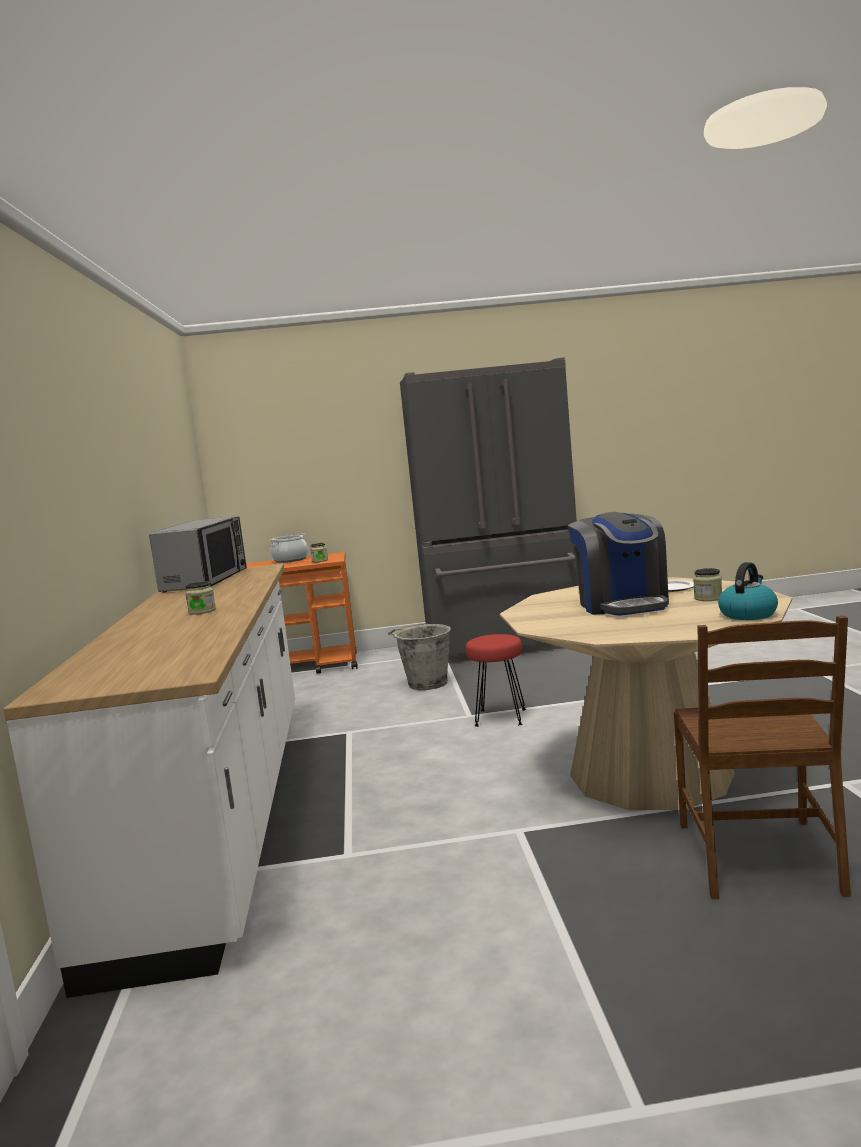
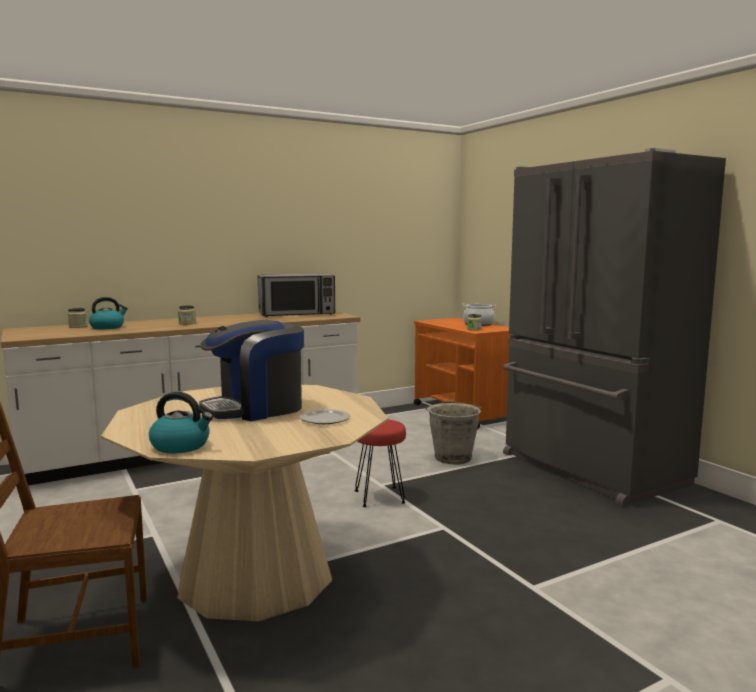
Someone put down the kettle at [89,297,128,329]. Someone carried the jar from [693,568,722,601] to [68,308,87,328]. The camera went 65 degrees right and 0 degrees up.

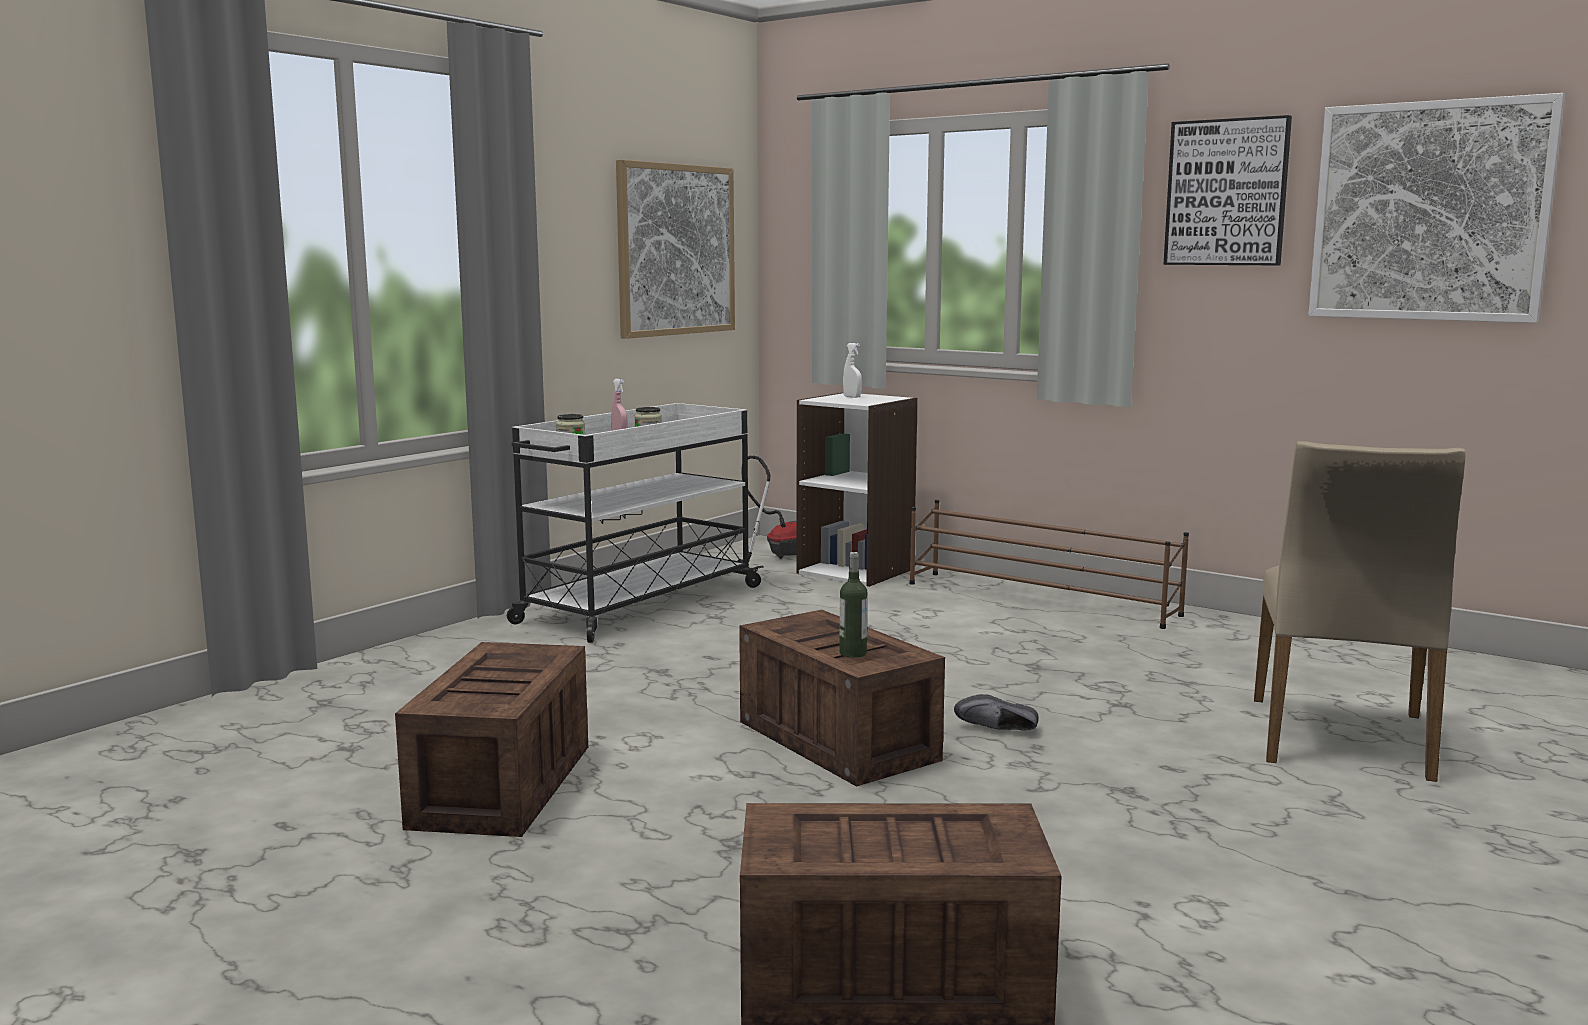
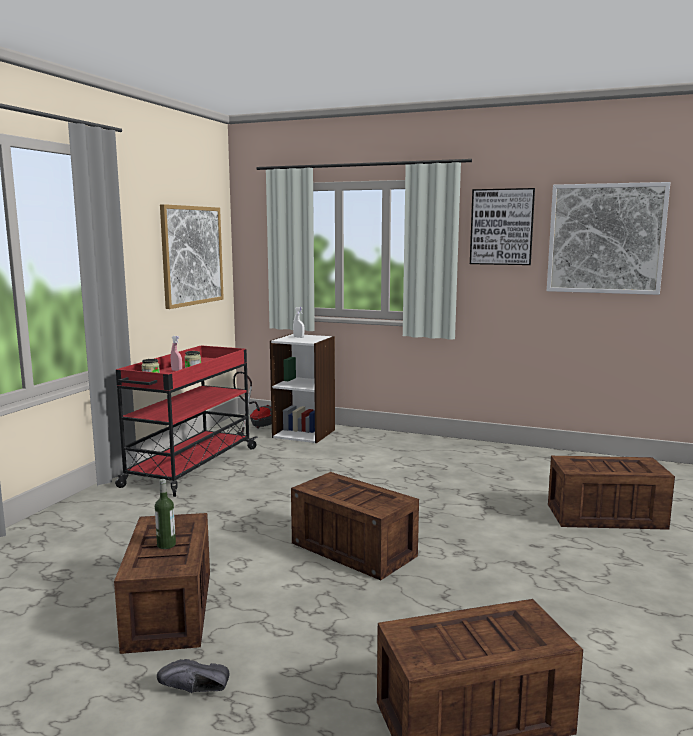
Someone took away the brown shoe rack at [910,500,1189,629]. Someone carried the bottle from [839,552,867,658] to [155,479,176,549]. Someone carried the black shoe from [954,694,1039,731] to [157,659,229,693]. Someone swapped the beige chair at [1254,441,1466,782] for the crate at [548,456,675,530]. Someone repainted the white cart at [507,403,764,643], which became the red cart at [115,345,258,497]. The camera went 15 degrees left and 0 degrees up.

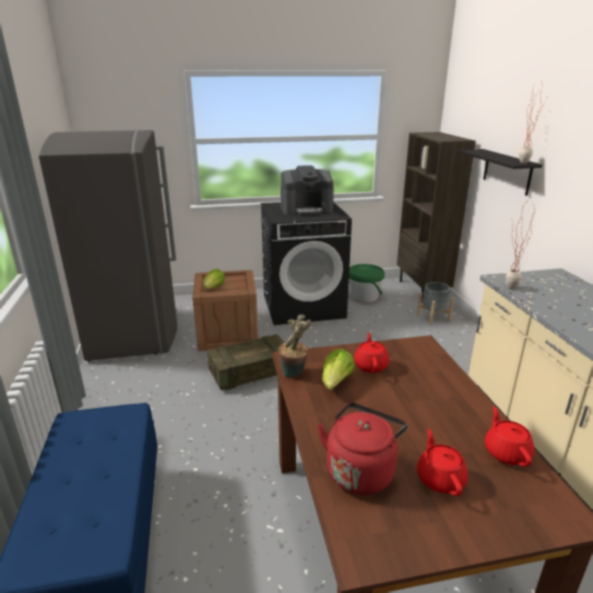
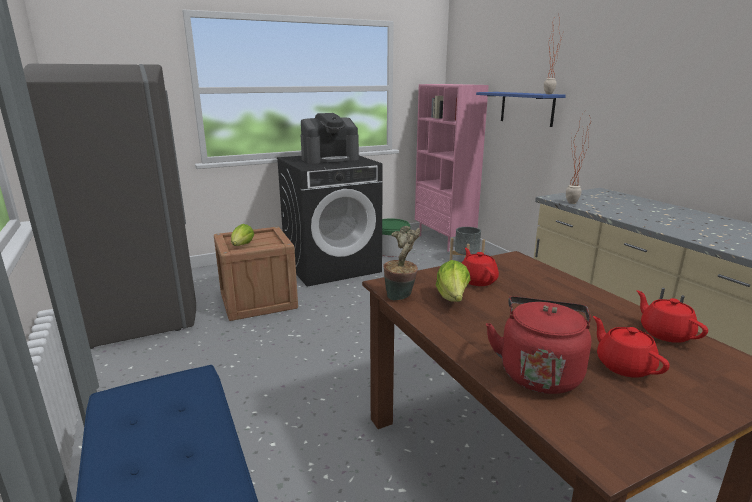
Someone took away the crate at [207,334,284,390]. Someone repainted the brown bookcase at [397,132,476,303], which became the pink bookcase at [415,84,489,252]. Someone repainted the black shelf at [458,149,542,196], which became the blue shelf at [476,92,566,127]. The camera went 15 degrees left and 5 degrees down.

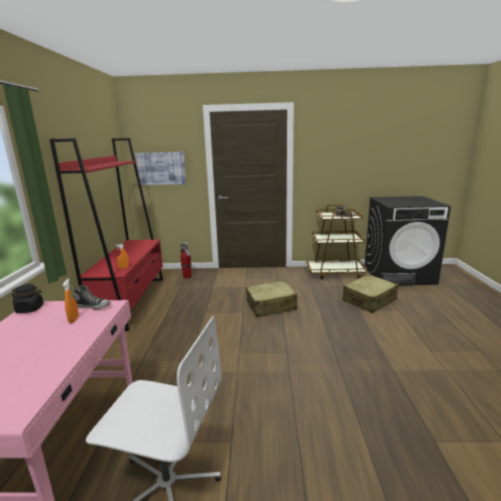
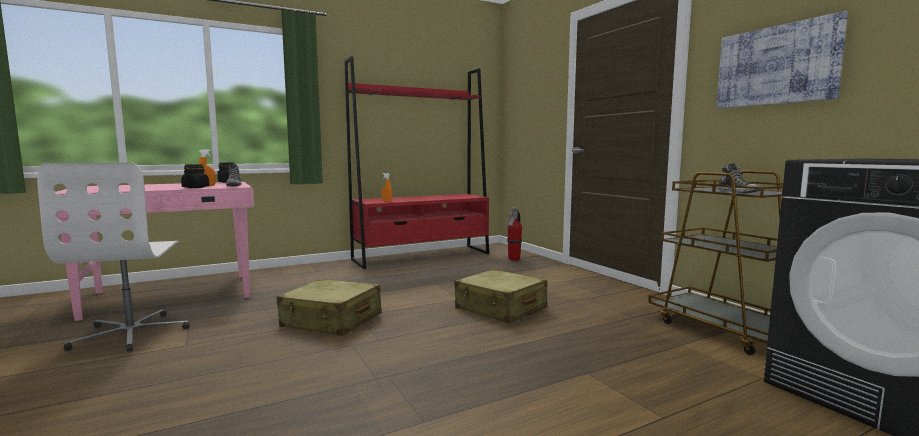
Someone put down the black jar at [181,164,209,188]. Someone carried the picture from [136,152,186,185] to [717,11,848,108]. Someone carried the beige suitcase from [343,274,398,313] to [277,279,382,336]. The camera went 60 degrees right and 10 degrees down.

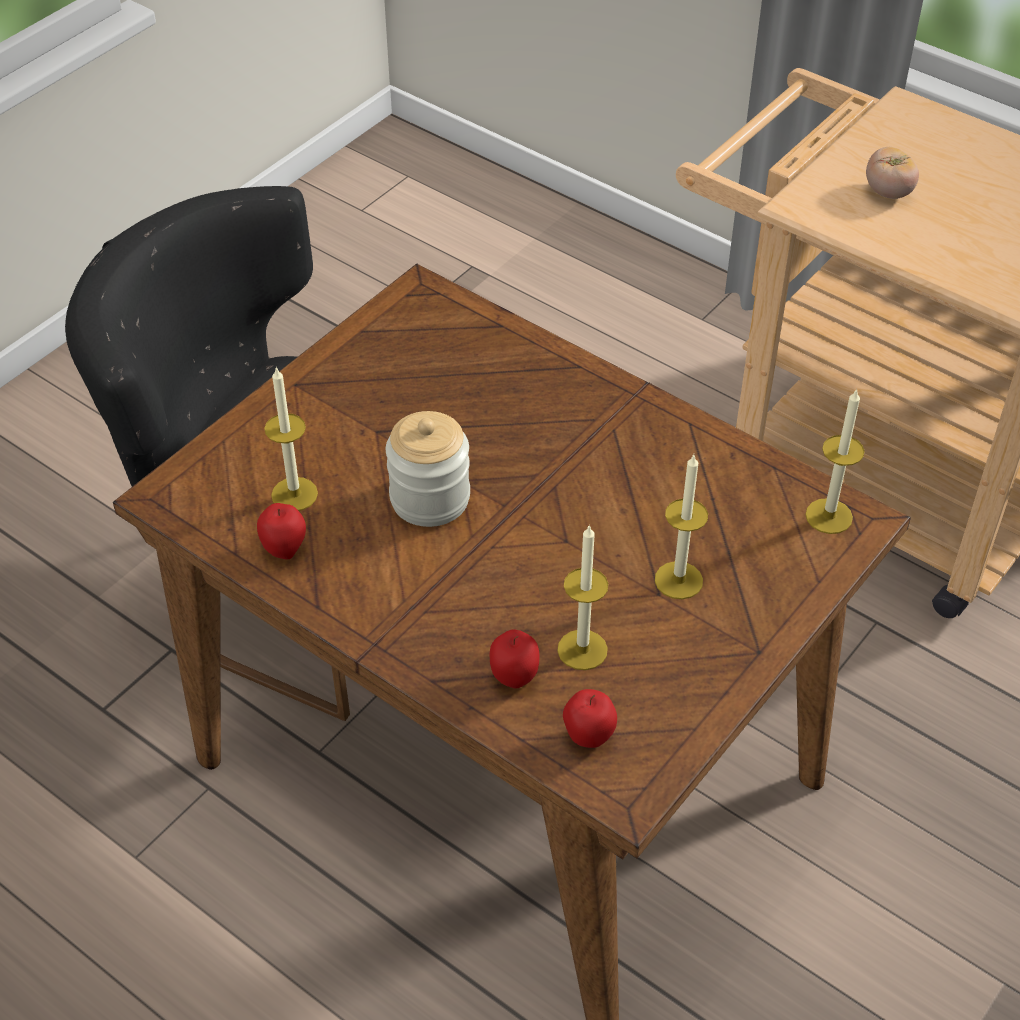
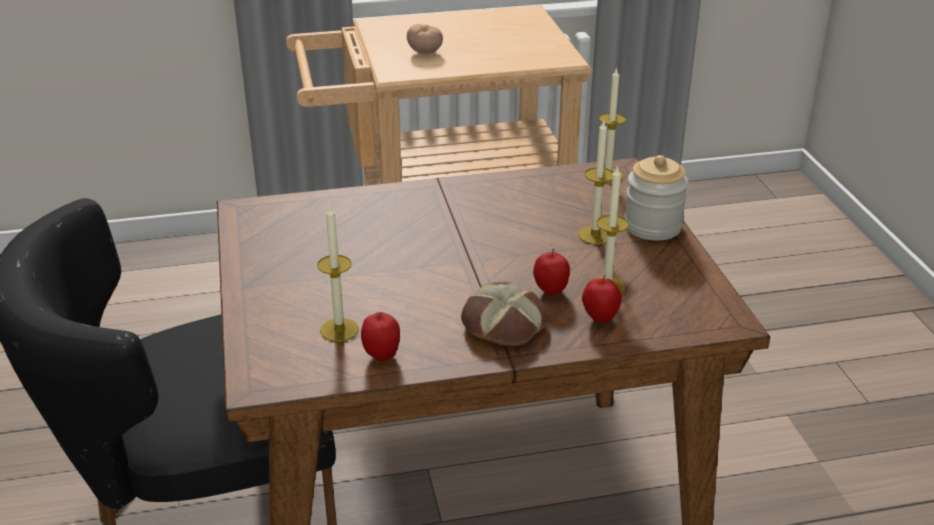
Someone put down the bread at [461,282,548,346]. Someone carried the jar from [386,411,470,527] to [624,155,688,241]. Someone carried the apple from [563,689,617,748] to [533,249,570,295]. The camera went 50 degrees left and 15 degrees down.

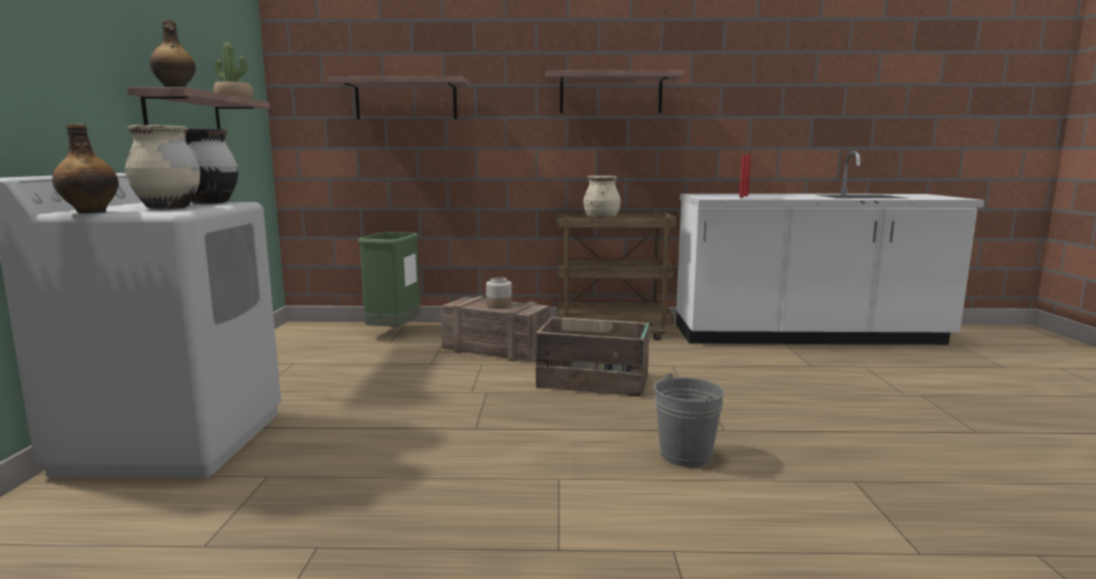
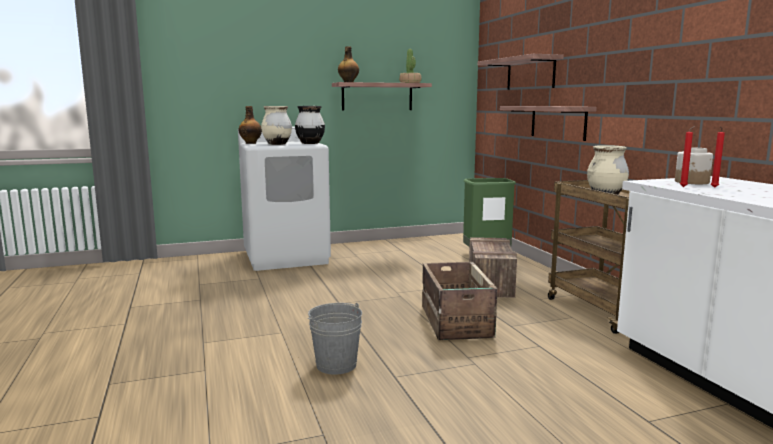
Someone carried the jar from [486,277,512,309] to [675,147,713,184]. Someone carried the shelf from [546,70,684,113] to [500,106,597,141]. The camera went 70 degrees right and 0 degrees up.

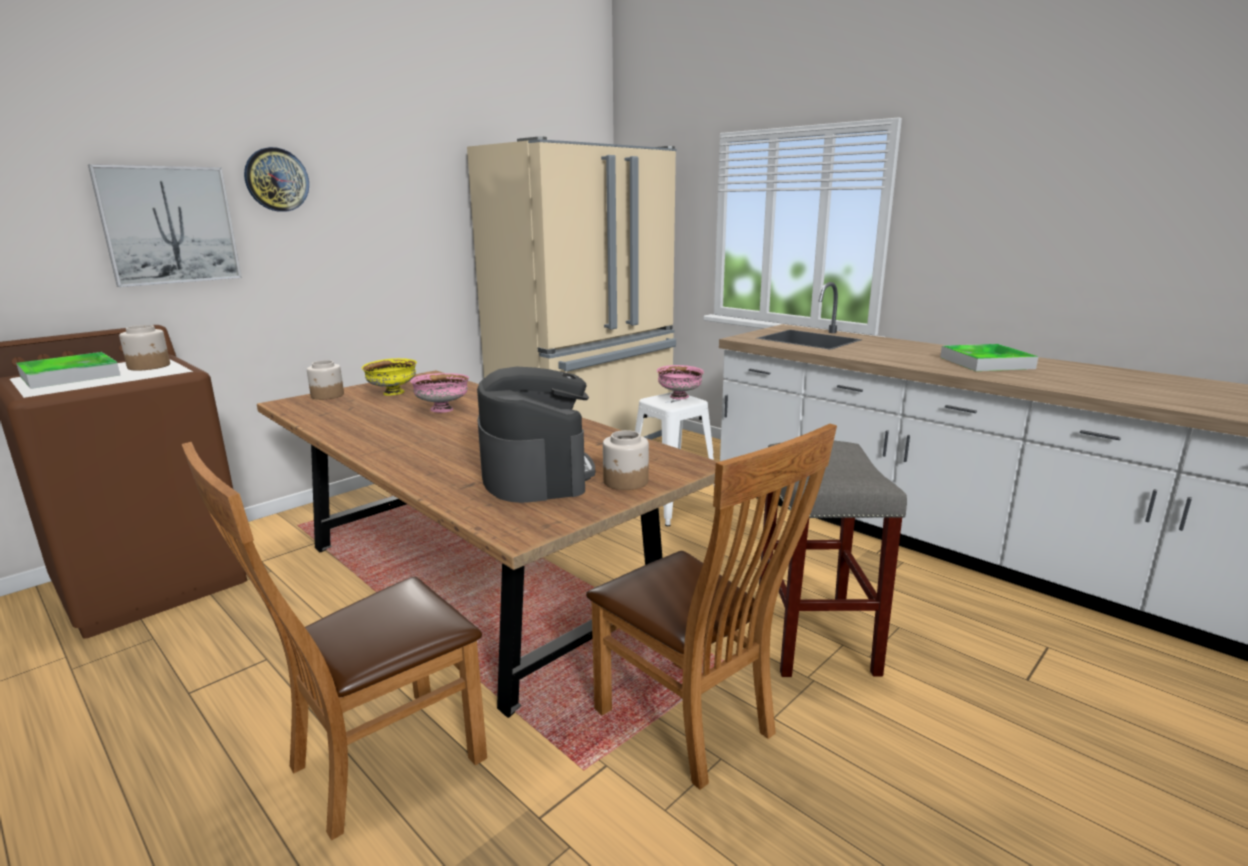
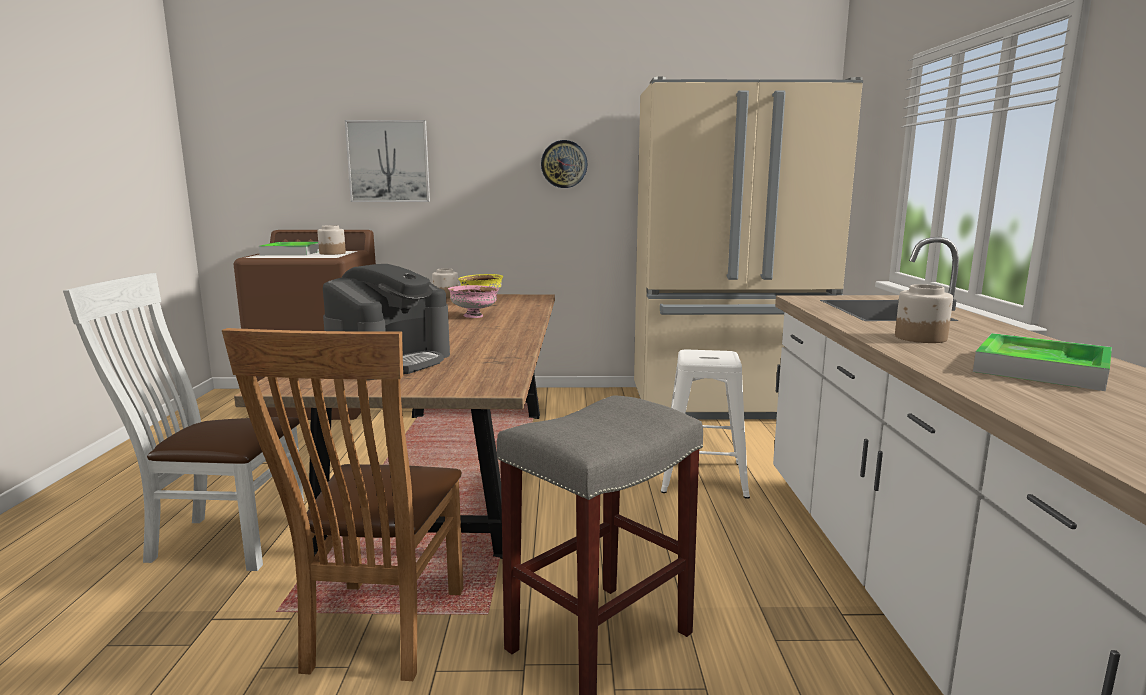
Someone took away the pink bowl at [657,365,704,399]. Someone carried the wall clock from [244,147,309,212] to [541,140,588,188]. Someone carried the jar from [603,430,649,490] to [895,284,953,343]. Someone repainted the brown chair at [182,442,487,841], which became the white chair at [63,273,304,571]. The camera went 45 degrees right and 5 degrees down.

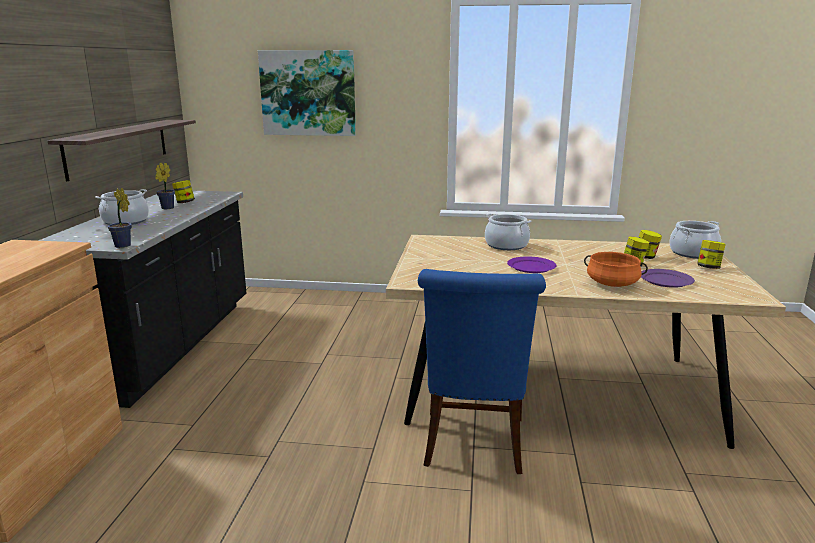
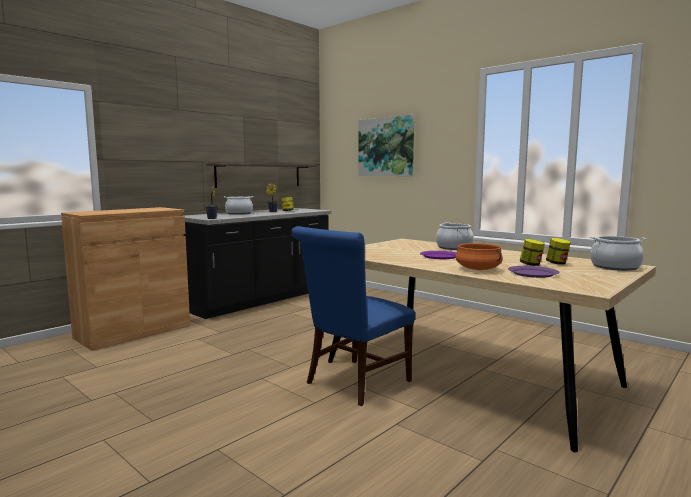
Someone took away the jar at [697,240,726,269]. The camera went 35 degrees right and 10 degrees down.

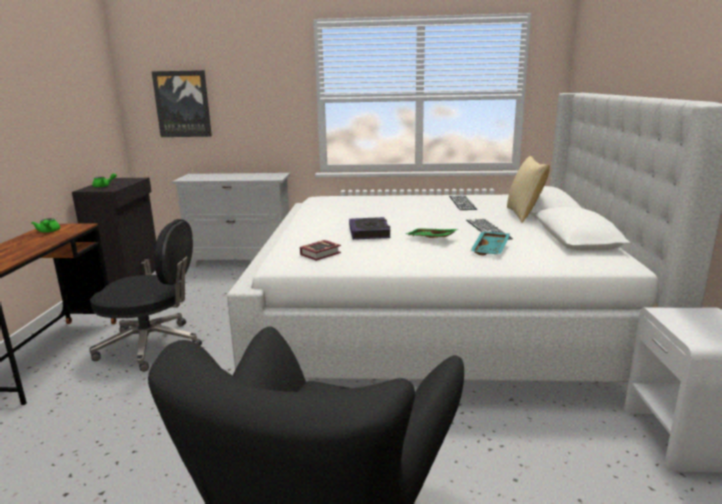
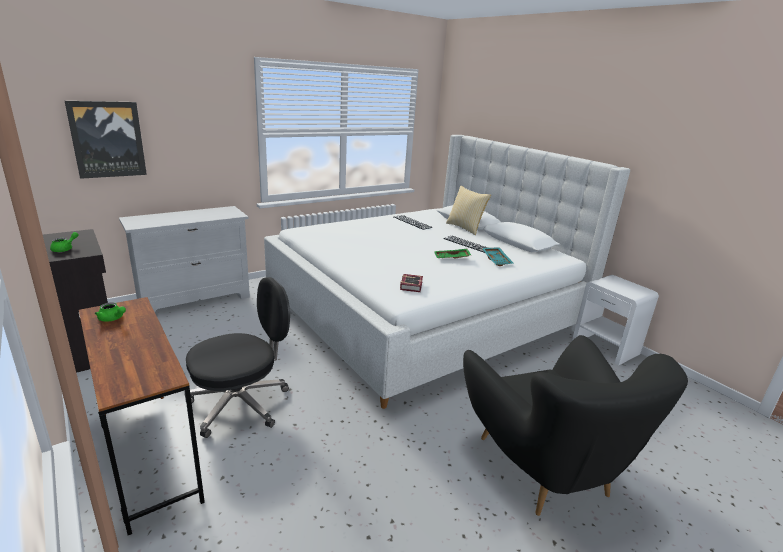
Someone took away the book at [349,217,391,240]. The camera went 40 degrees left and 5 degrees up.

